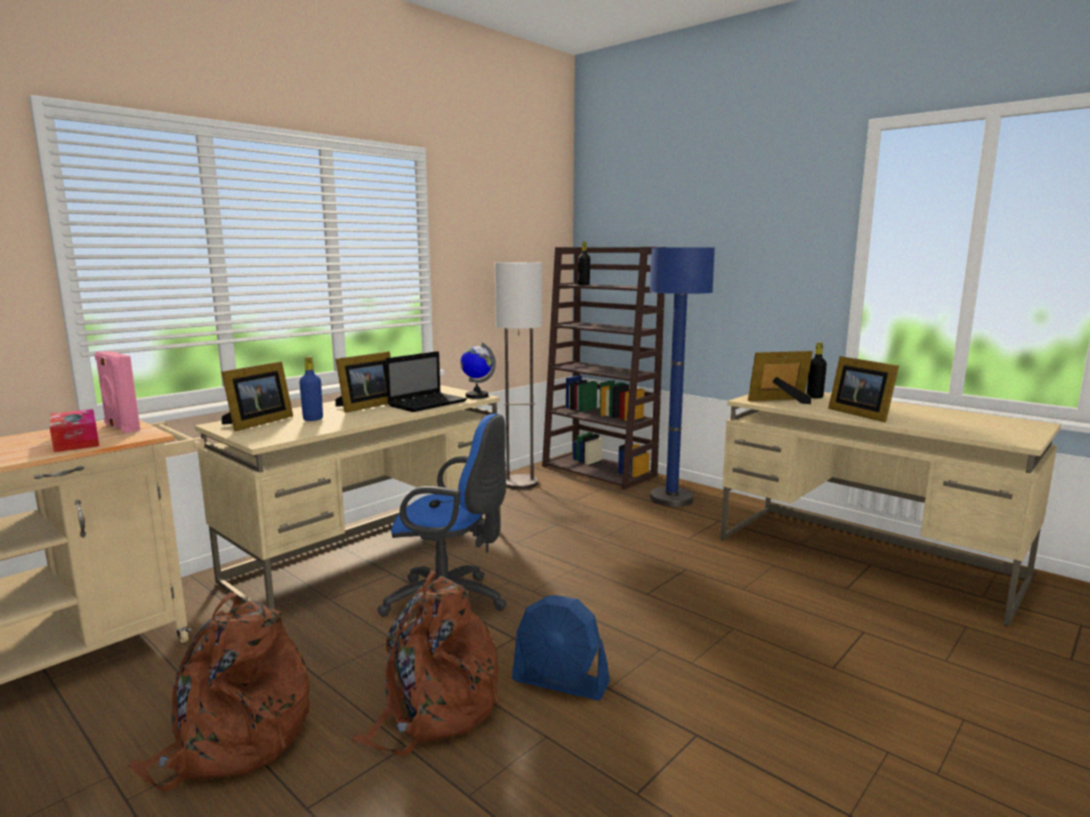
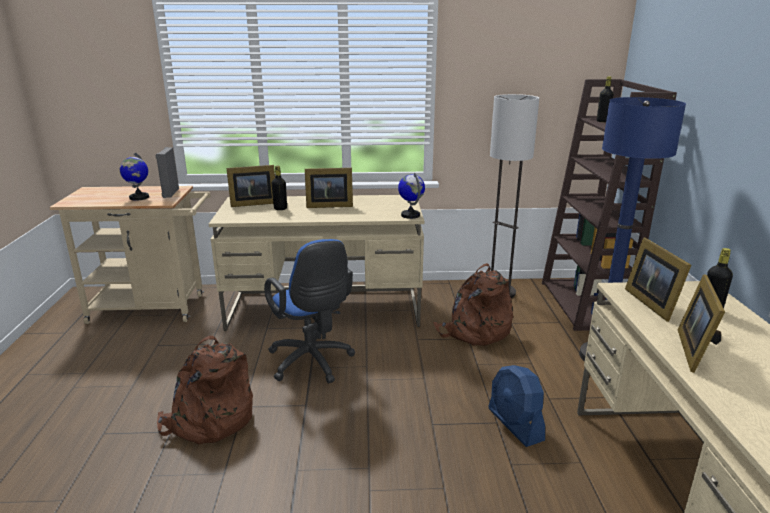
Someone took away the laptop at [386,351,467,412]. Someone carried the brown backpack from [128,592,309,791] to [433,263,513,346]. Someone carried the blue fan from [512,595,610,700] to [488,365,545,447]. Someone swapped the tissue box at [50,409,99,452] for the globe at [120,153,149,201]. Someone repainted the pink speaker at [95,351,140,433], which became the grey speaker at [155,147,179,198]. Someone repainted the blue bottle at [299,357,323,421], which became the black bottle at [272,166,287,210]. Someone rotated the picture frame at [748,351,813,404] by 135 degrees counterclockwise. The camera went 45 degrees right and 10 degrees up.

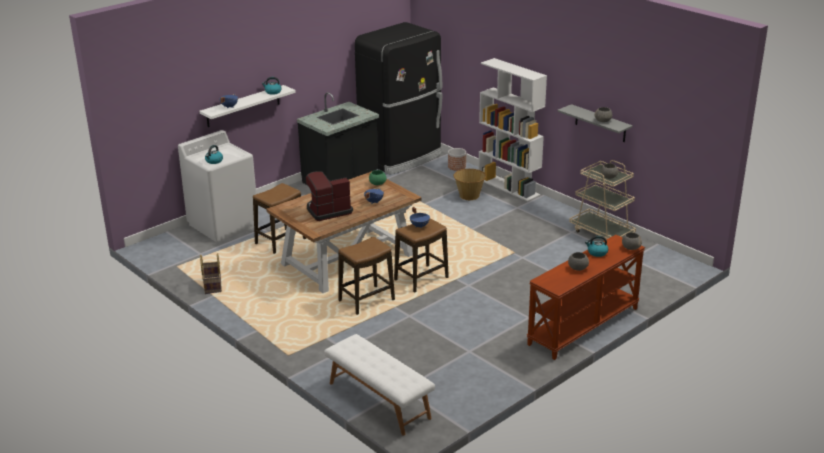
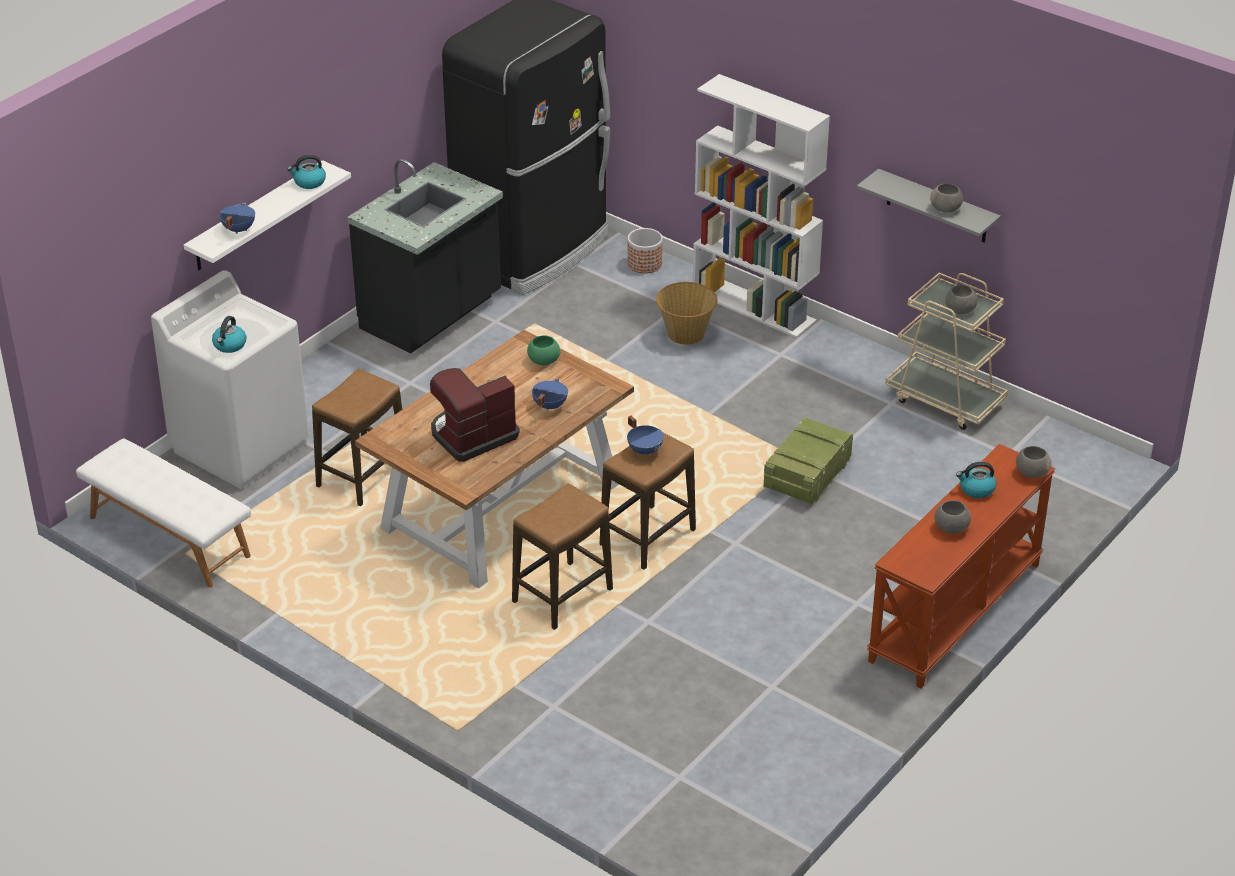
Someone took away the basket at [200,253,222,294]. Someone put down the crate at [764,417,853,504]. Someone carried the white bench from [324,334,435,436] to [76,438,251,587]. The camera went 10 degrees left and 10 degrees up.

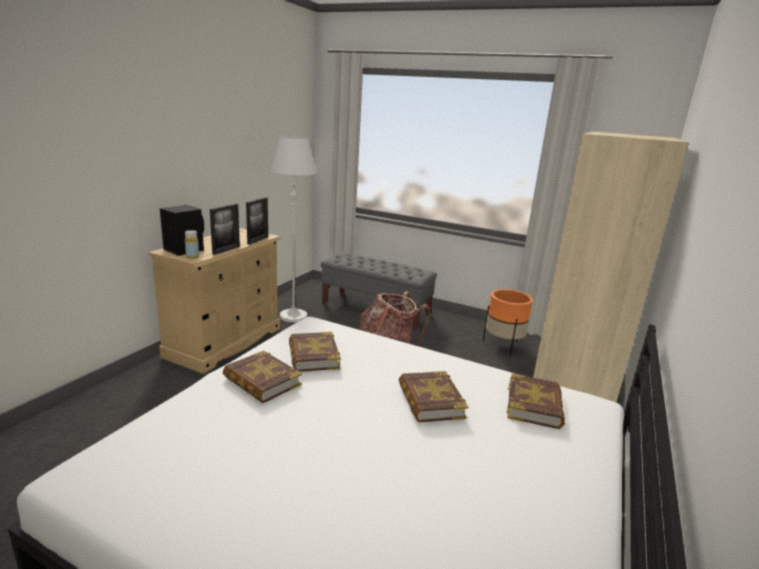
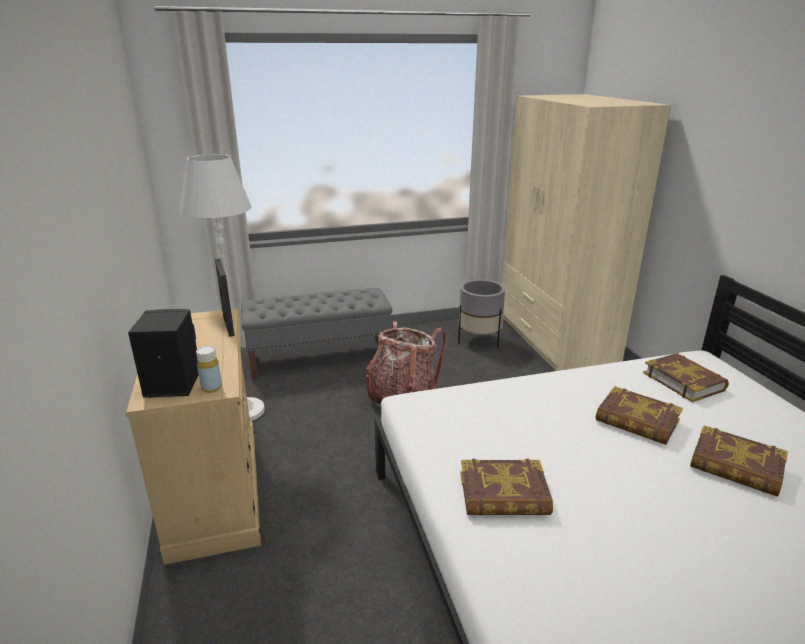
Someone took away the picture frame at [210,204,240,255]. Someone carried the book from [289,332,341,372] to [690,425,788,497]. Someone repainted the orange planter at [483,289,533,356], which became the grey planter at [458,279,505,349]. The camera went 40 degrees left and 5 degrees up.

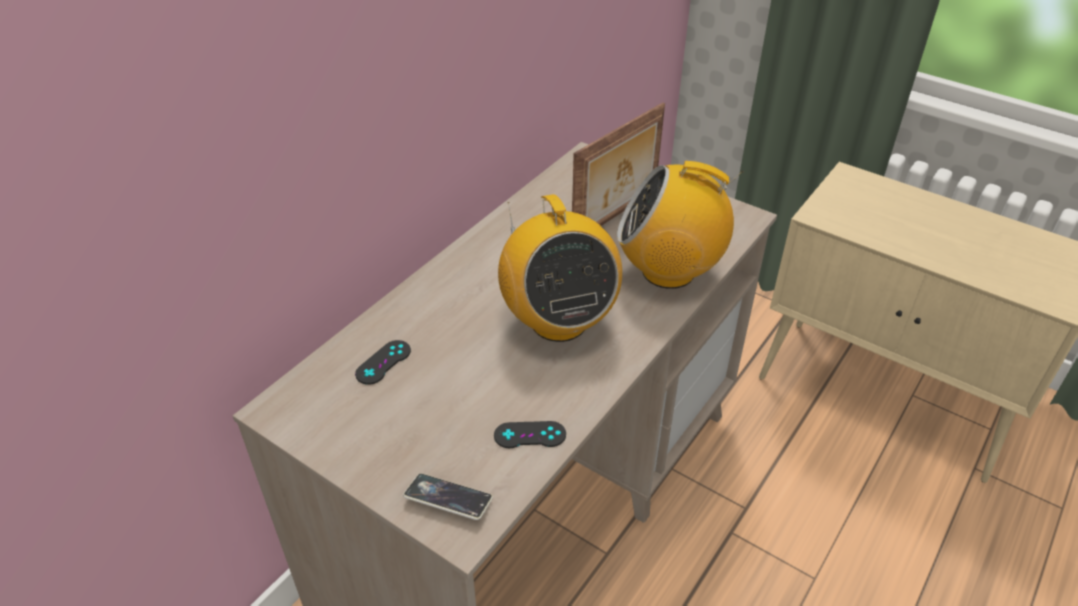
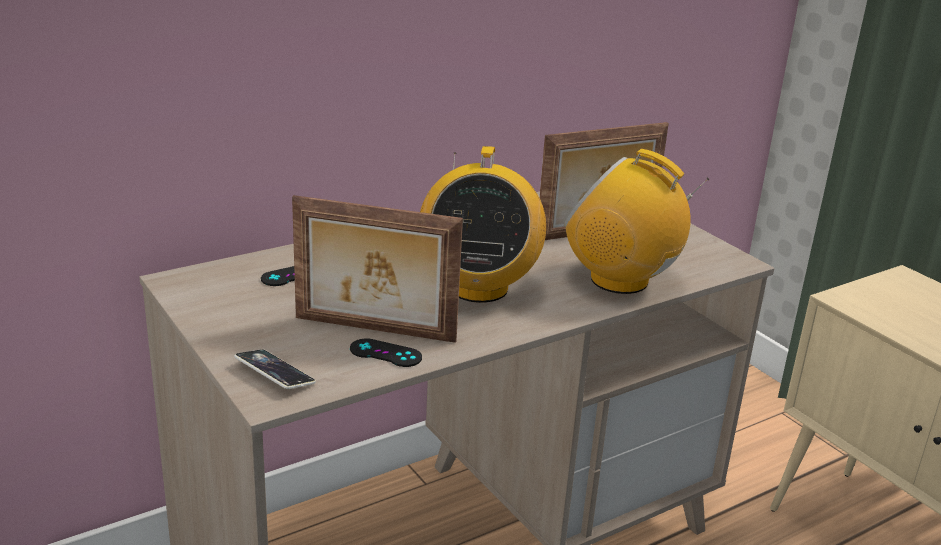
Someone put down the picture frame at [292,195,463,343]. The camera went 20 degrees right and 15 degrees down.

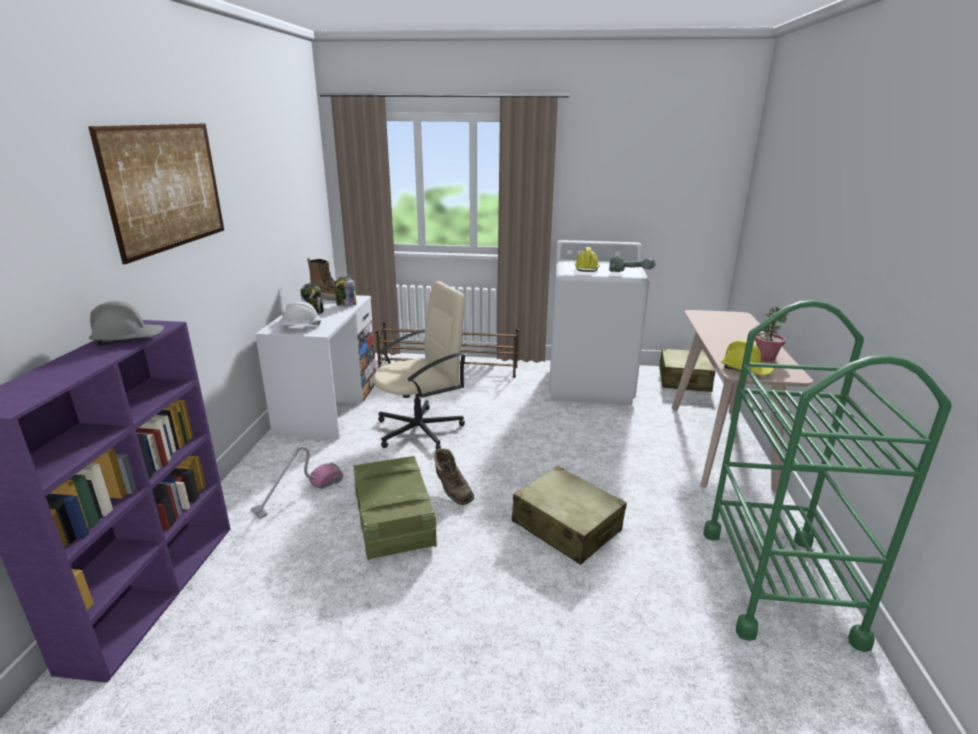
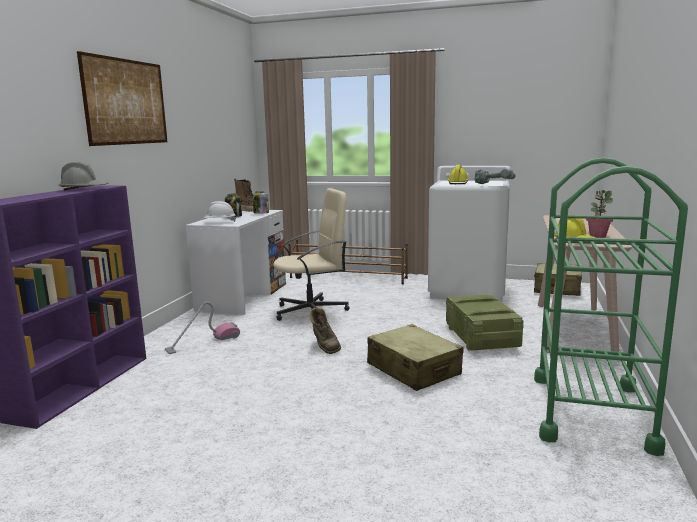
Someone carried the crate from [353,456,437,560] to [446,294,524,351]. The camera went 10 degrees right and 10 degrees down.

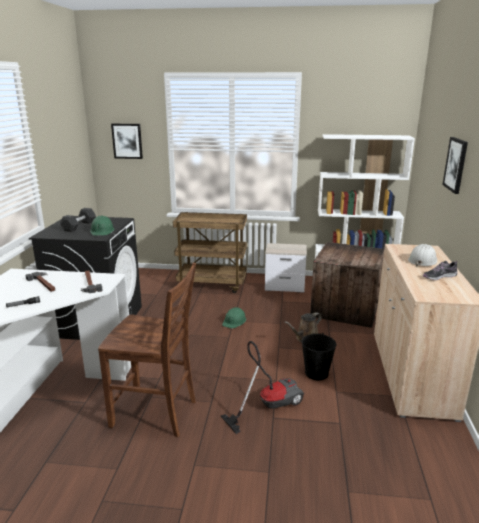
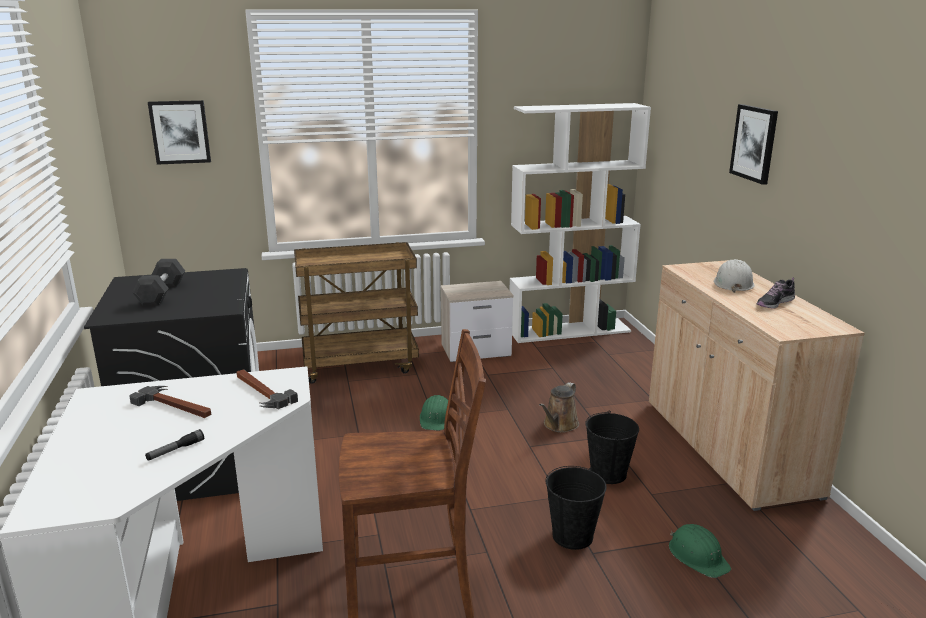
Someone took away the crate at [310,242,384,328]. Someone carried the green hard hat from [90,216,114,236] to [669,524,731,578]. Someone swapped the vacuum cleaner at [221,341,304,434] for the black bucket at [545,466,607,550]. The camera went 20 degrees left and 0 degrees up.

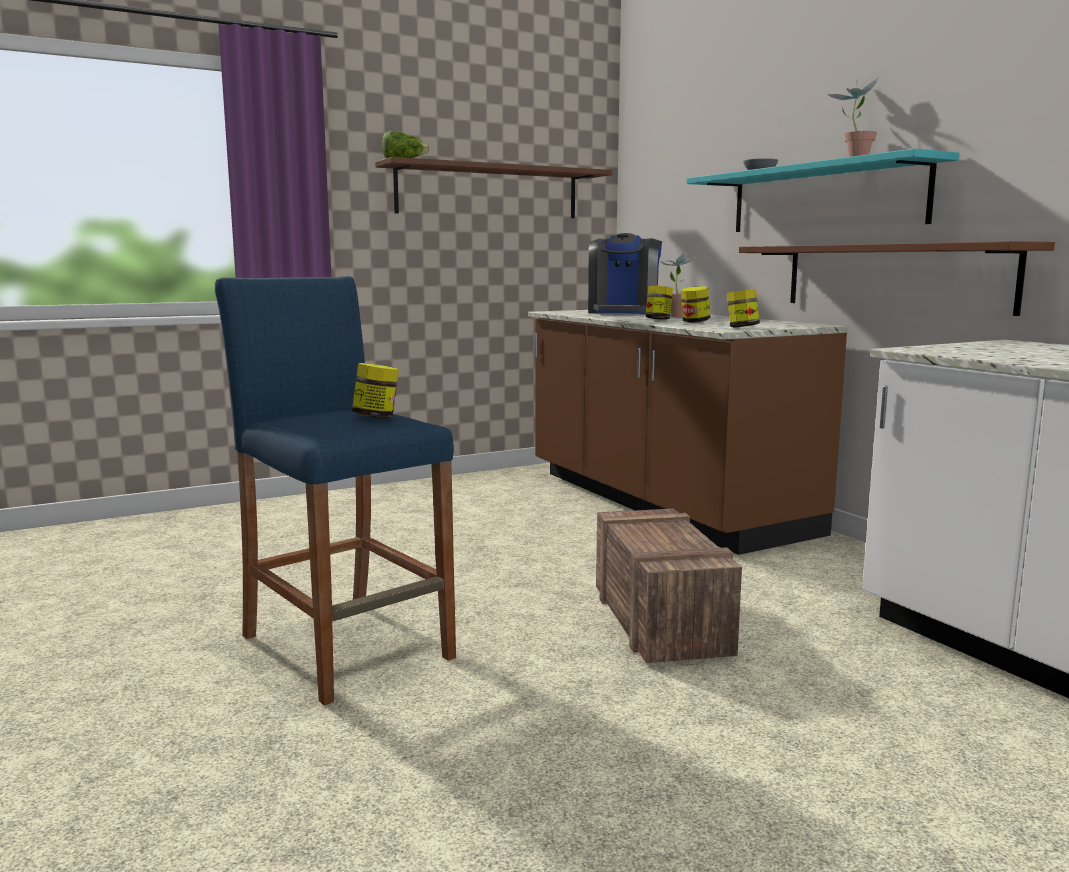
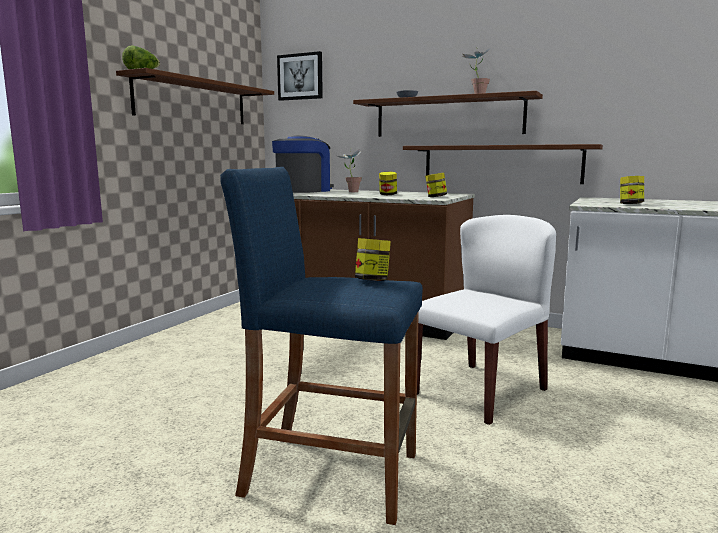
Someone put up the picture at [277,51,323,101]. Someone carried the jar from [646,286,673,320] to [620,176,644,204]. Someone swapped the crate at [596,509,742,663] for the white chair at [417,215,556,425]. Someone repainted the turquoise shelf at [687,148,960,232], which became the brown shelf at [353,91,543,137]. Someone rotated the coffee machine at [588,233,662,314] by 120 degrees counterclockwise. The camera went 35 degrees left and 0 degrees up.

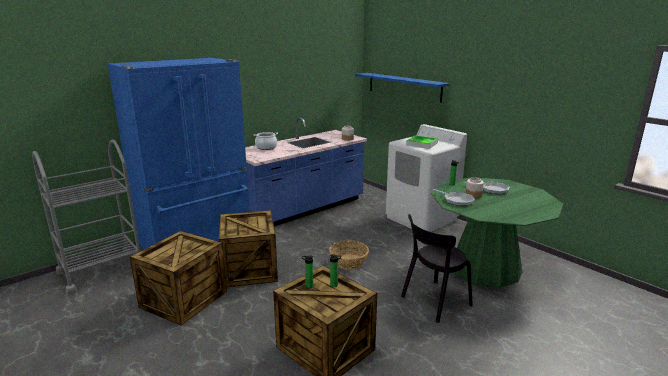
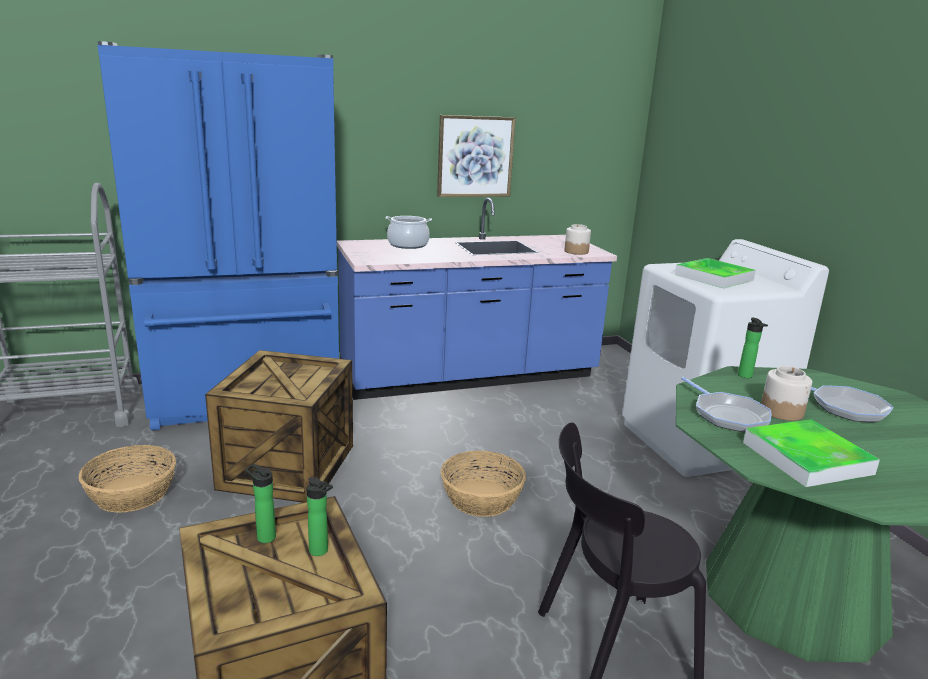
Someone took away the blue shelf at [355,73,450,103]. Someone put up the picture at [437,115,516,197]. Someone put down the tray at [743,419,880,487]. Someone swapped the crate at [130,231,227,325] for the basket at [79,445,176,513]. The camera went 20 degrees right and 0 degrees up.

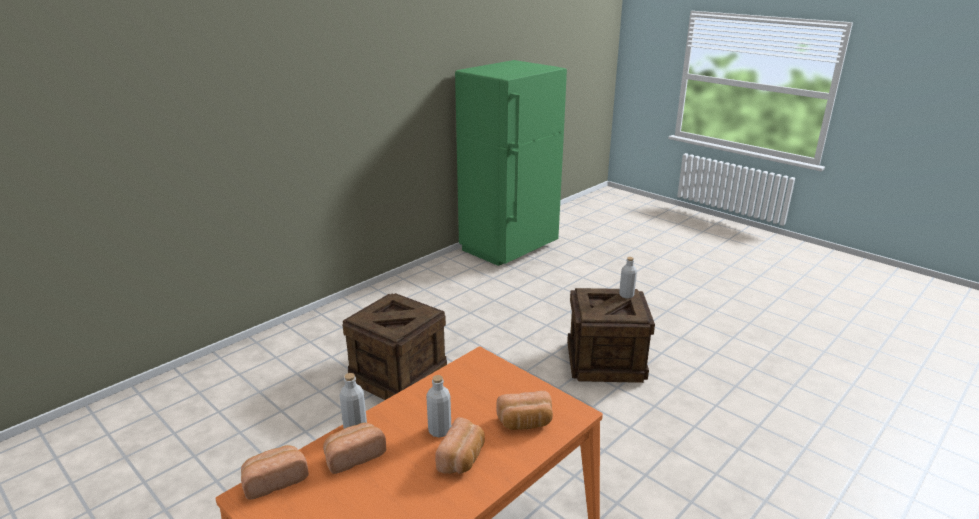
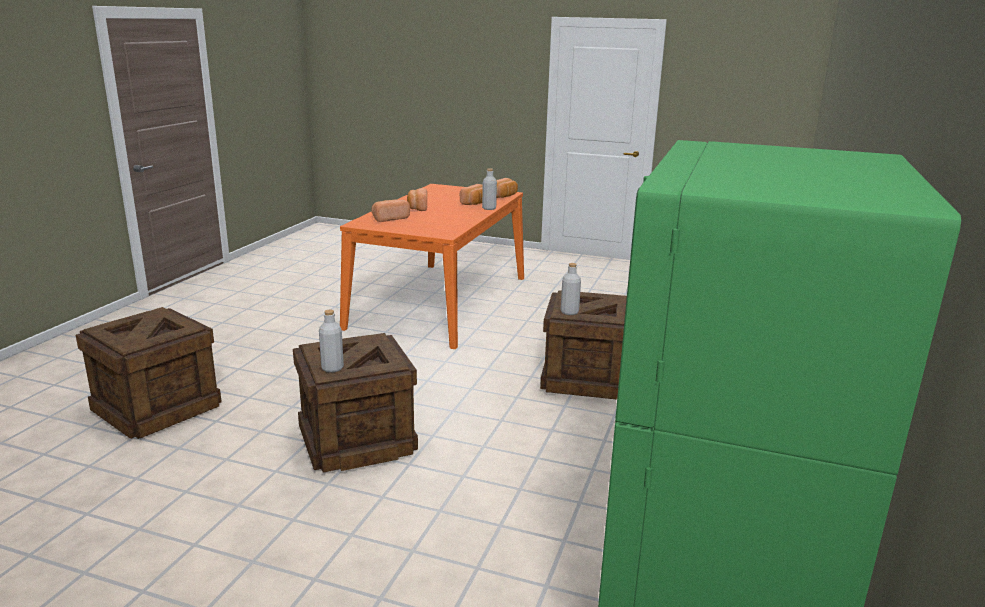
Someone put down the crate at [76,307,222,439]. Someone carried the grey bottle from [426,375,451,437] to [561,263,581,315]. The camera went 155 degrees right and 5 degrees down.

